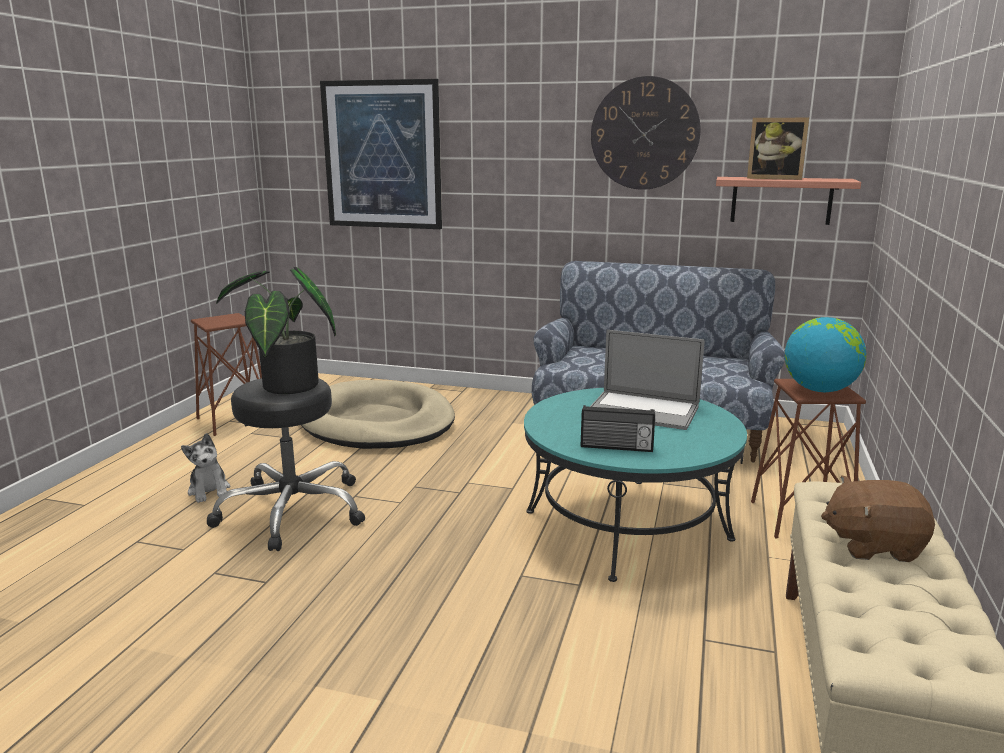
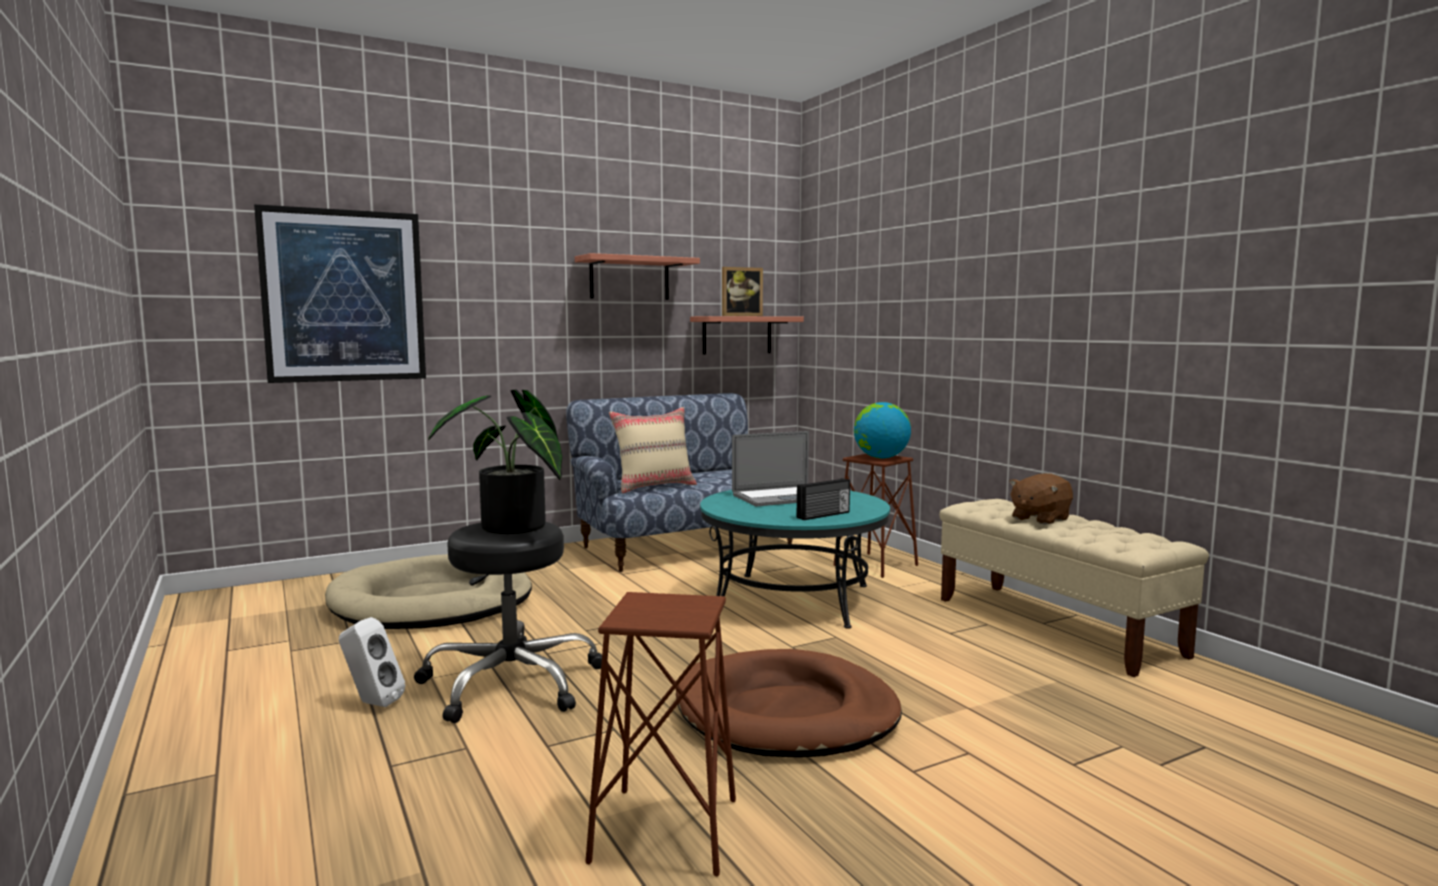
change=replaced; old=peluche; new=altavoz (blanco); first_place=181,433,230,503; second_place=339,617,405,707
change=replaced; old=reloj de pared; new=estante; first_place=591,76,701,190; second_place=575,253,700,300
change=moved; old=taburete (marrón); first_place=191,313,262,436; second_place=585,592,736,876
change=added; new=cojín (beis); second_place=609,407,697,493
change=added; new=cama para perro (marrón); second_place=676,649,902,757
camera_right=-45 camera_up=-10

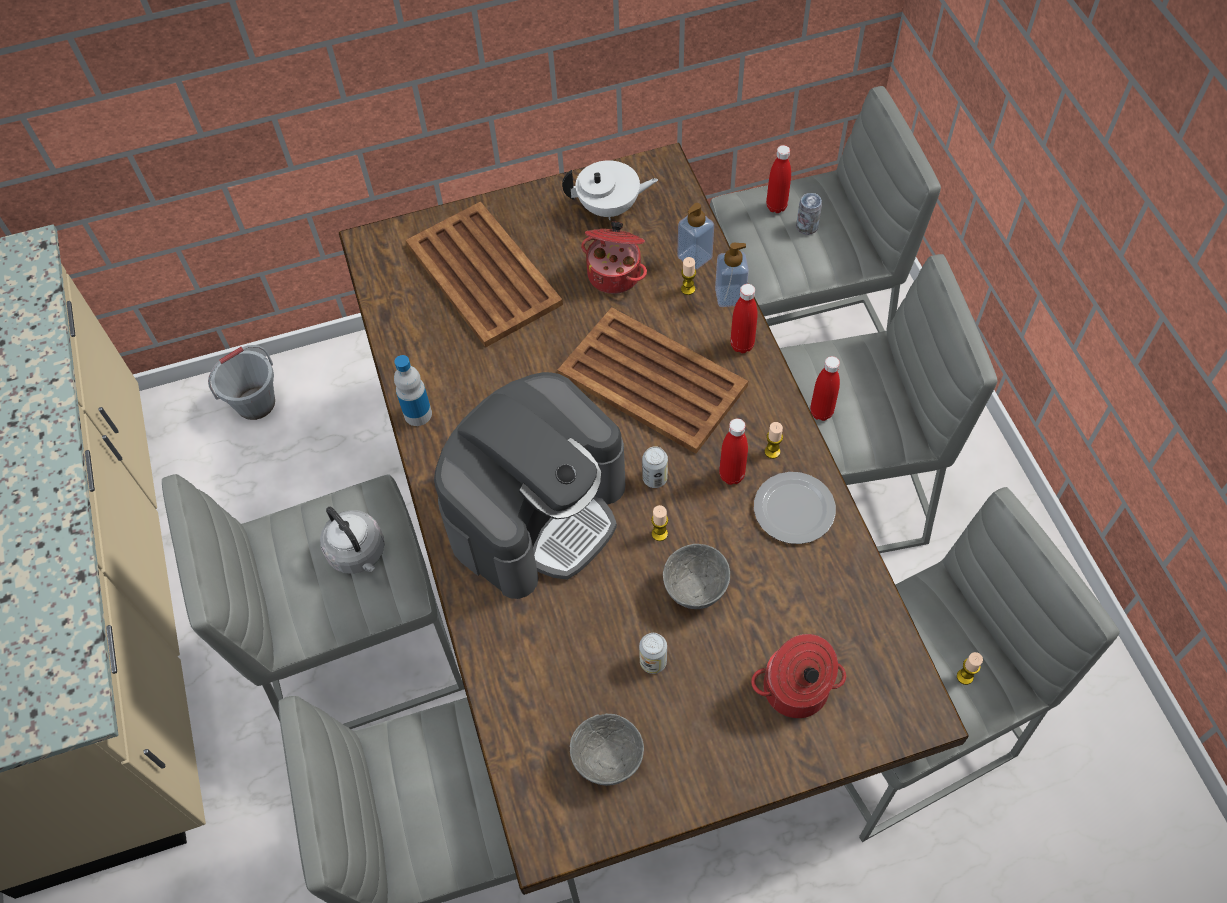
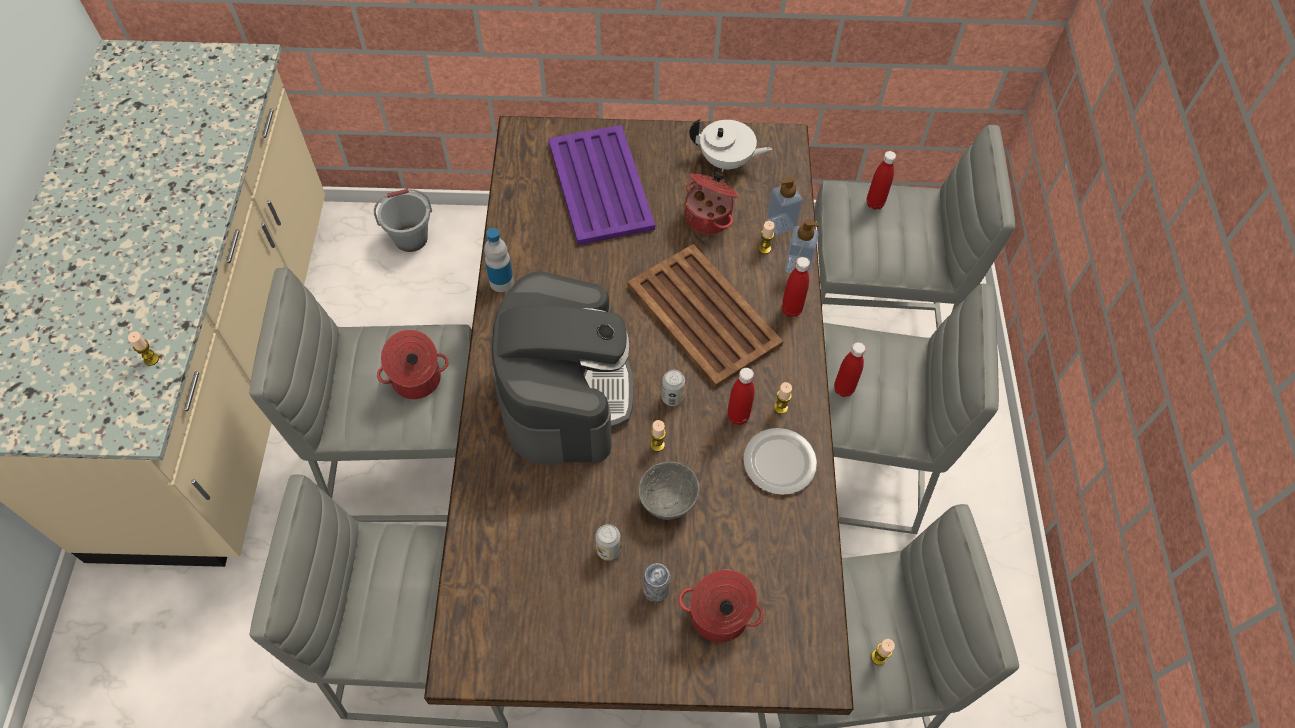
change=added; new=vela; second_place=128,331,159,366
change=replaced; old=hervidor (gris); new=olla; first_place=320,507,385,574; second_place=377,330,449,399
change=turned; old=cafetera; first_place=434,372,625,599; second_place=492,271,633,465; degrees=-60
change=recoloured; old=bandeja (marrón); new=bandeja (morado); first_place=406,201,563,348; second_place=548,125,655,245
change=moved; old=lata; first_place=796,193,822,235; second_place=643,563,670,602
change=removed; old=cuenco (gris); first_place=570,714,644,786
camera_right=15 camera_up=0

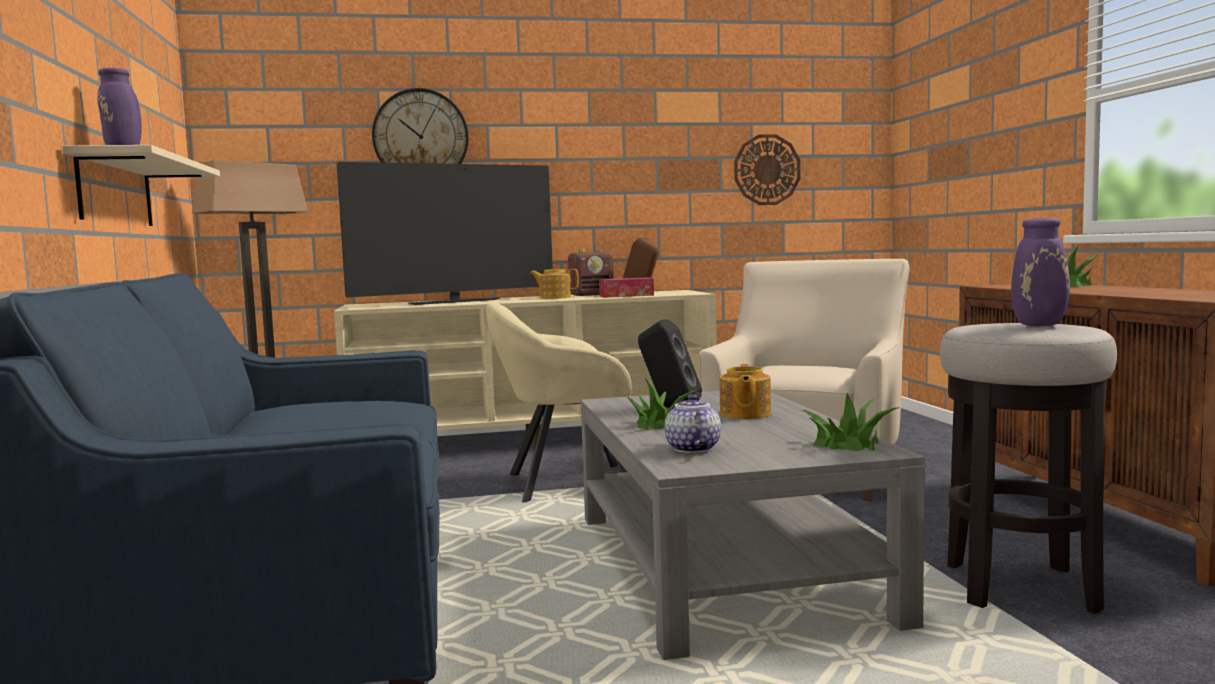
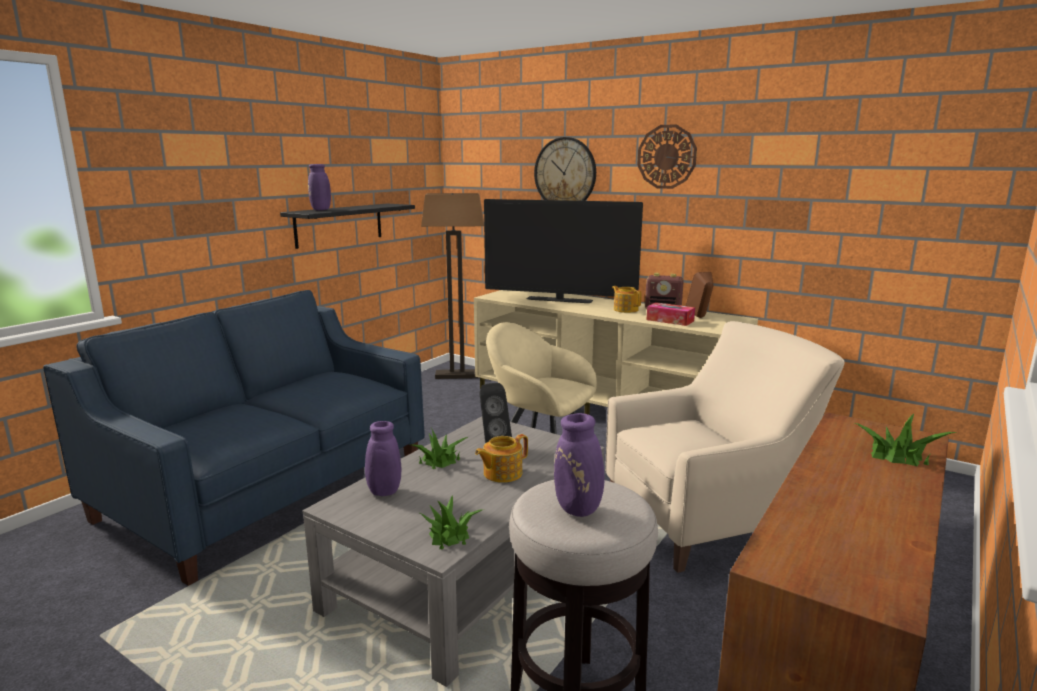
change=recoloured; old=estante (beis); new=estante (negro); first_place=62,145,220,226; second_place=280,203,415,249
change=replaced; old=tetera; new=florero (morado); first_place=665,394,721,453; second_place=342,421,401,496
change=moved; old=reloj de pared; first_place=734,134,801,205; second_place=637,124,697,189
camera_right=45 camera_up=10

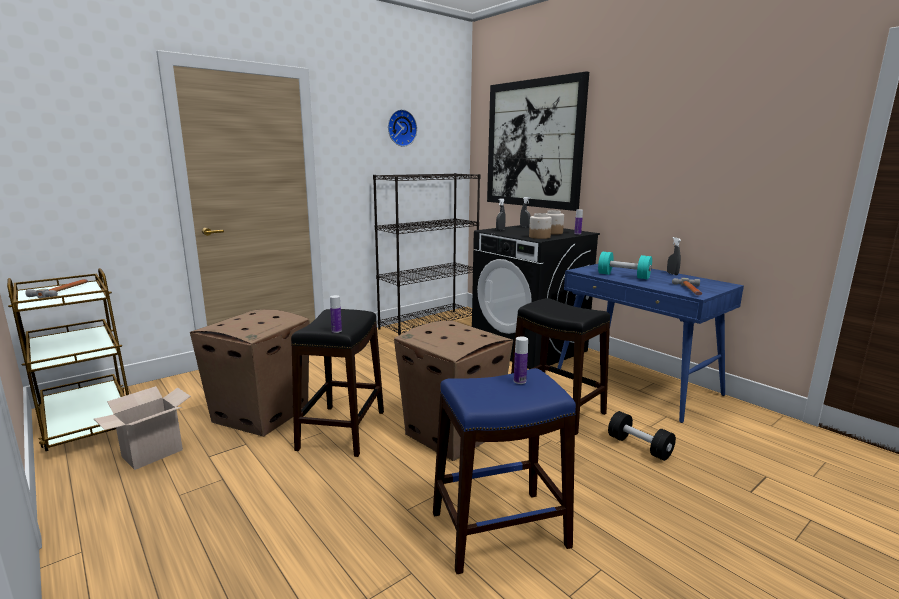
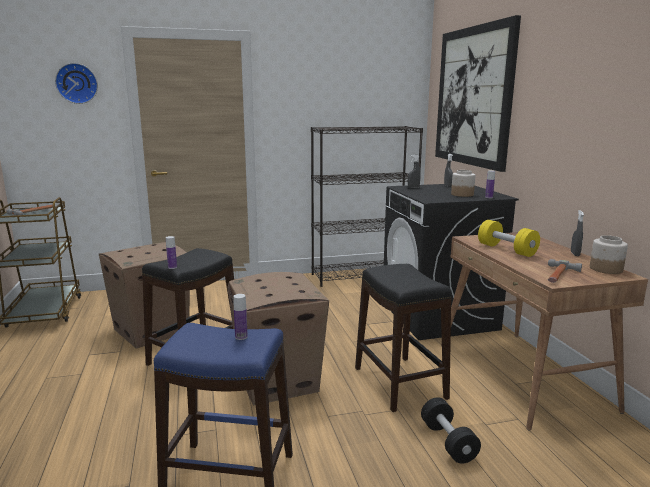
change=moved; old=reloj de pared; first_place=388,109,417,147; second_place=55,63,98,104
change=recoloured; old=escritorio (azul); new=escritorio (marrón); first_place=557,264,744,423; second_place=441,232,648,431
change=recoloured; old=mancuerna (turquesa); new=mancuerna (amarillo); first_place=598,252,652,279; second_place=478,220,540,257
change=moved; old=tarro; first_place=529,213,552,239; second_place=590,235,628,274
change=removed; old=caja de cartón; first_place=94,386,191,470
camera_right=25 camera_up=0

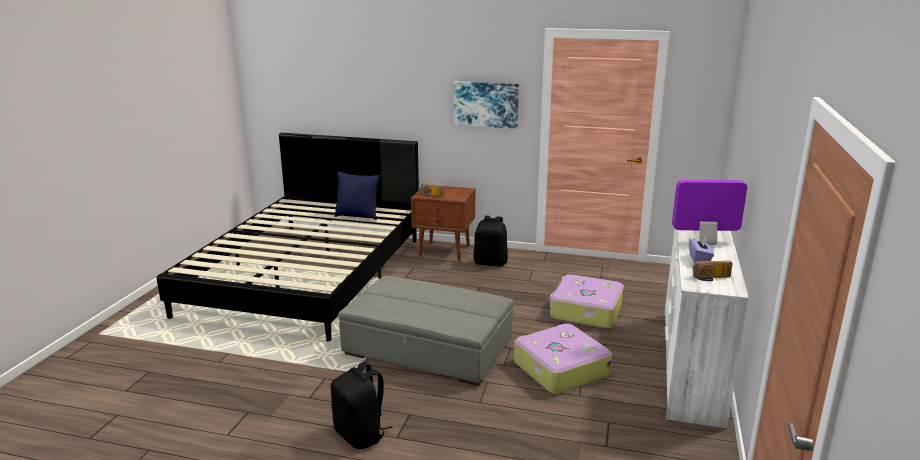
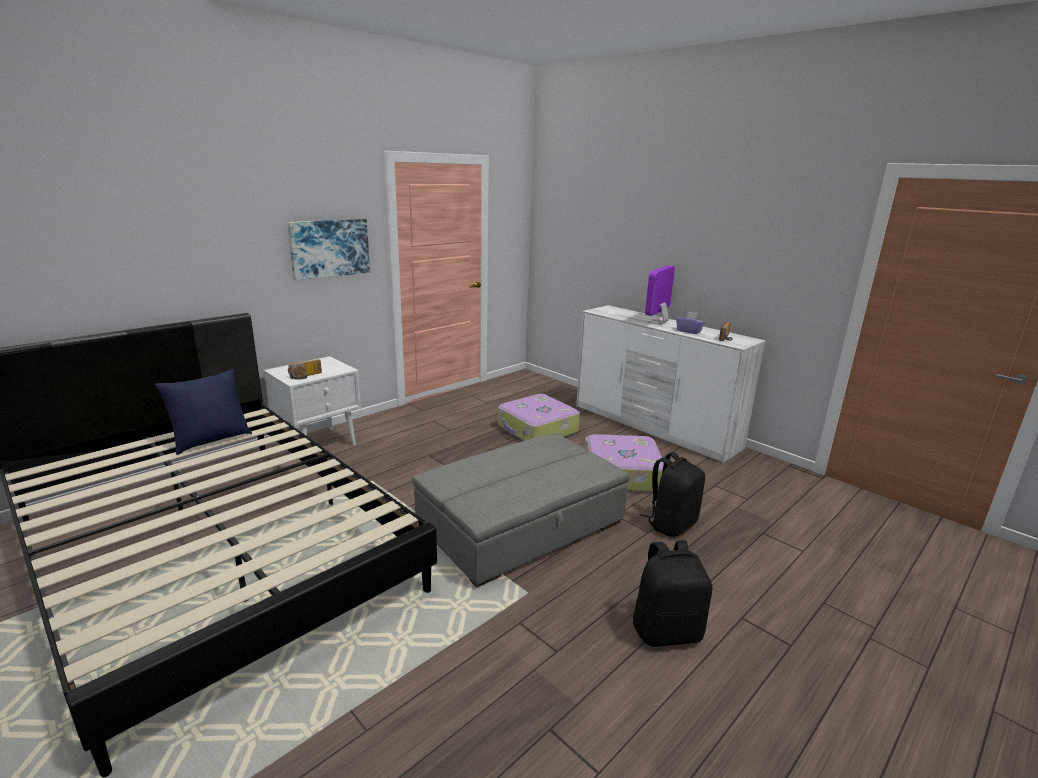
change=recoloured; old=mesita de noche (marrón); new=mesita de noche (blanco); first_place=411,186,476,261; second_place=264,356,361,445
change=moved; old=mochila (negro); first_place=473,215,508,267; second_place=640,452,705,537
camera_right=-60 camera_up=0

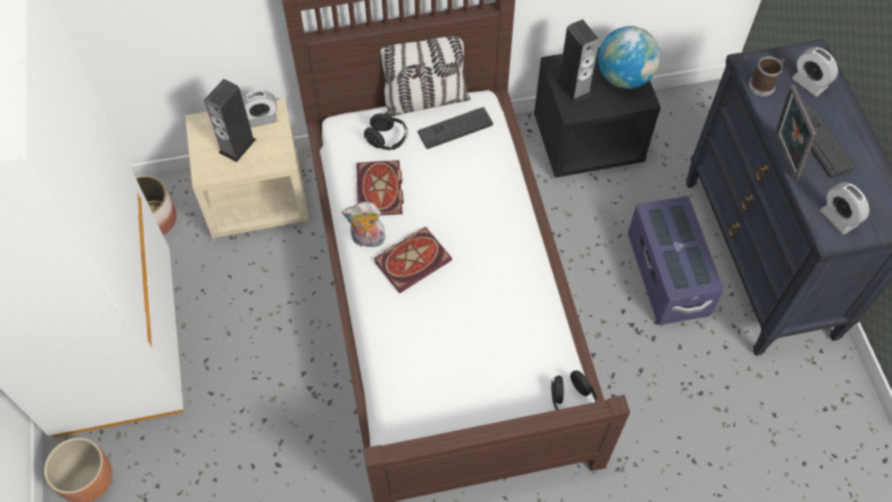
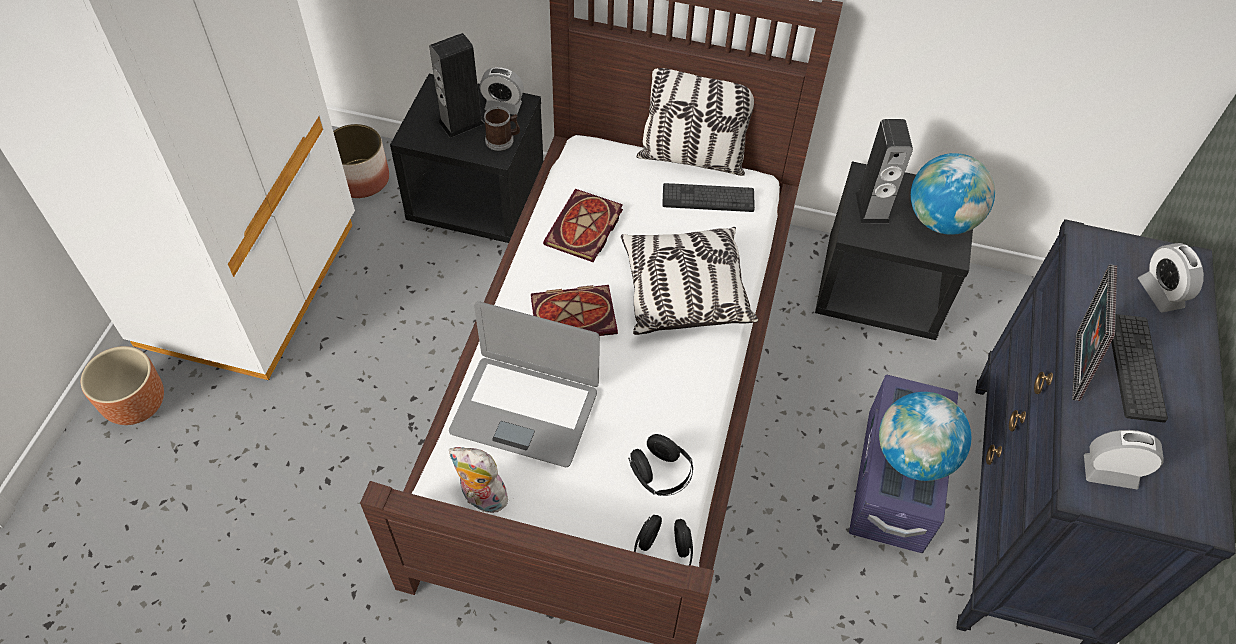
change=recoloured; old=mesita de noche (beis); new=mesita de noche (negro); first_place=185,99,309,238; second_place=390,74,543,243
change=added; new=portátil; second_place=449,301,600,467
change=moved; old=peluche; first_place=342,202,387,248; second_place=449,447,512,513
change=moved; old=taza grande; first_place=749,56,785,97; second_place=484,106,520,151
change=added; new=cojín; second_place=621,227,758,335
change=moved; old=auriculares (negro); first_place=364,113,408,150; second_place=628,434,693,496
change=added; new=globo terráqueo; second_place=879,392,971,481
change=turned; old=despertador; first_place=820,182,869,234; second_place=1084,430,1164,489; degrees=105
camera_right=25 camera_up=-5

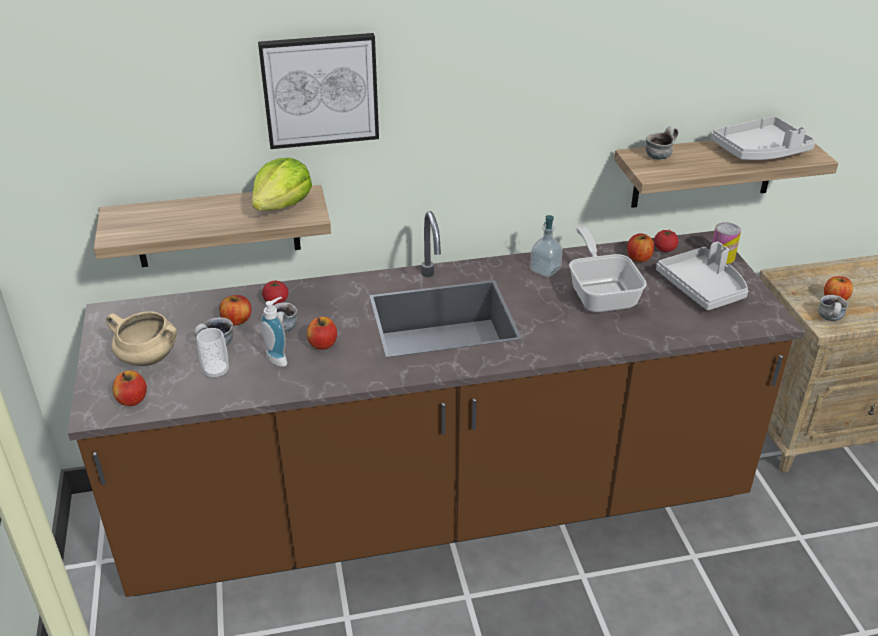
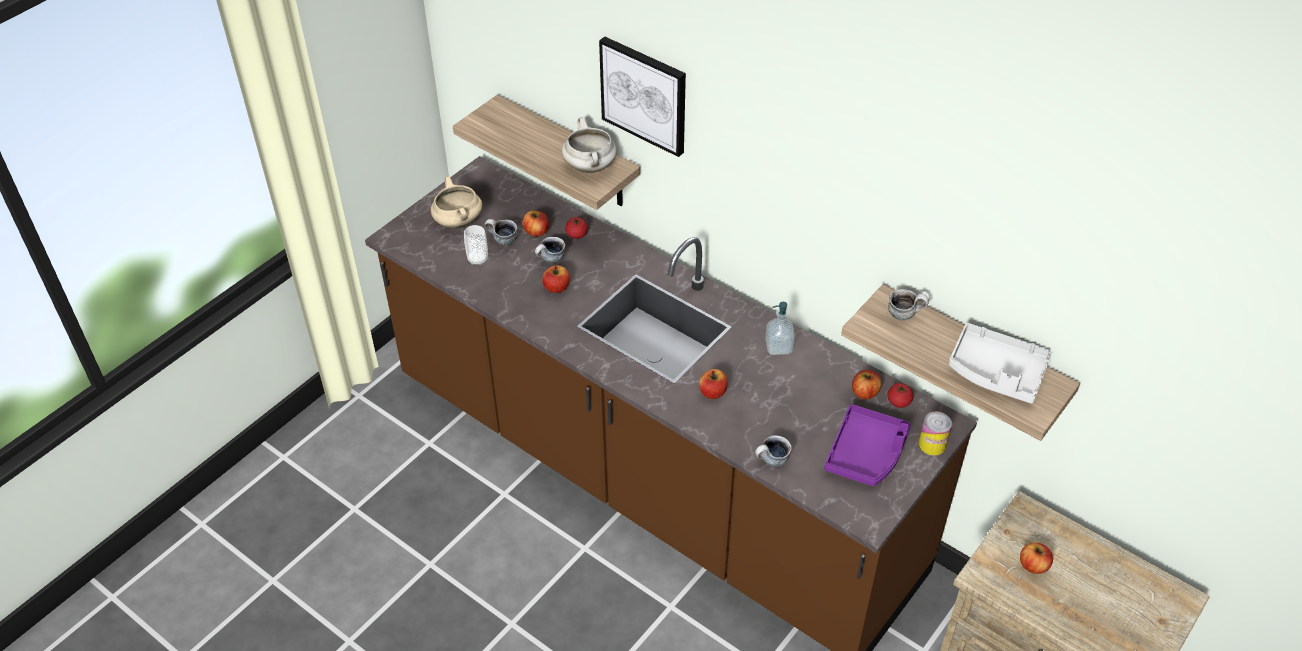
change=replaced; old=lechuga; new=olla (blanco); first_place=252,158,312,211; second_place=562,117,617,173
change=moved; old=manzana; first_place=112,370,147,406; second_place=699,369,728,399
change=moved; old=taza grande; first_place=818,295,849,321; second_place=755,435,792,467
change=recoloured; old=bandeja (gris); new=bandeja (morado); first_place=656,242,748,310; second_place=824,404,911,486
change=removed; old=dispensador de jabón; first_place=260,297,287,367
change=removed; old=sartén; first_place=569,226,647,312
camera_right=50 camera_up=10

